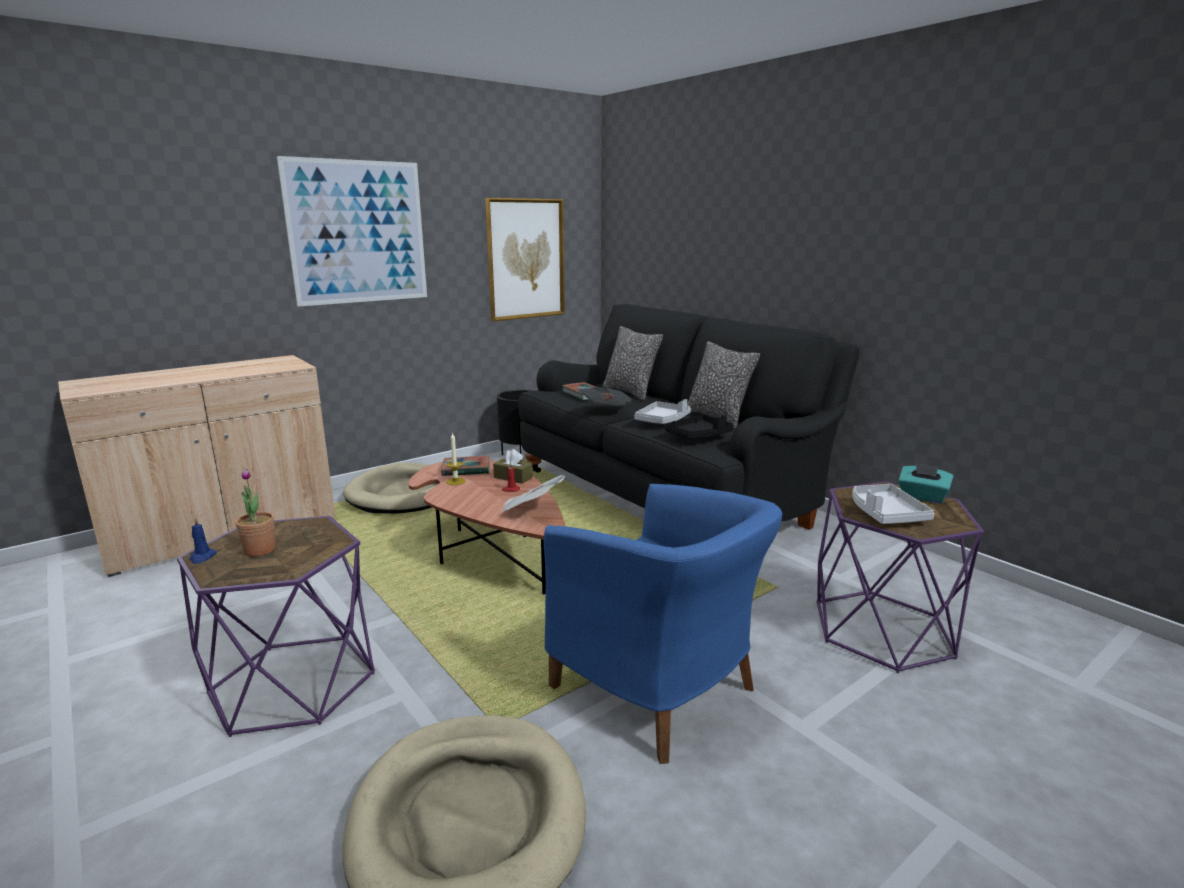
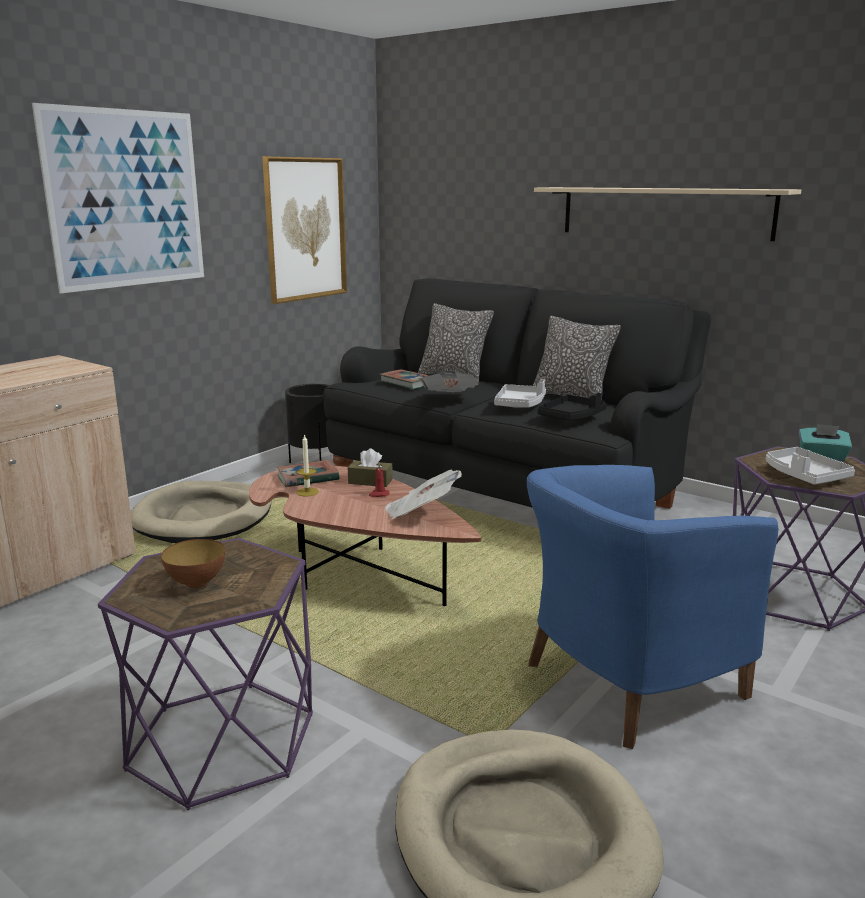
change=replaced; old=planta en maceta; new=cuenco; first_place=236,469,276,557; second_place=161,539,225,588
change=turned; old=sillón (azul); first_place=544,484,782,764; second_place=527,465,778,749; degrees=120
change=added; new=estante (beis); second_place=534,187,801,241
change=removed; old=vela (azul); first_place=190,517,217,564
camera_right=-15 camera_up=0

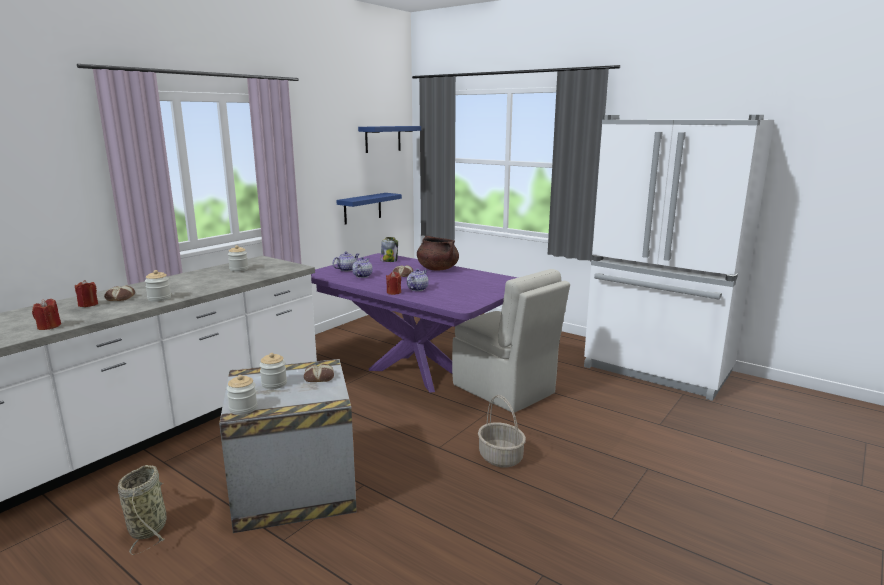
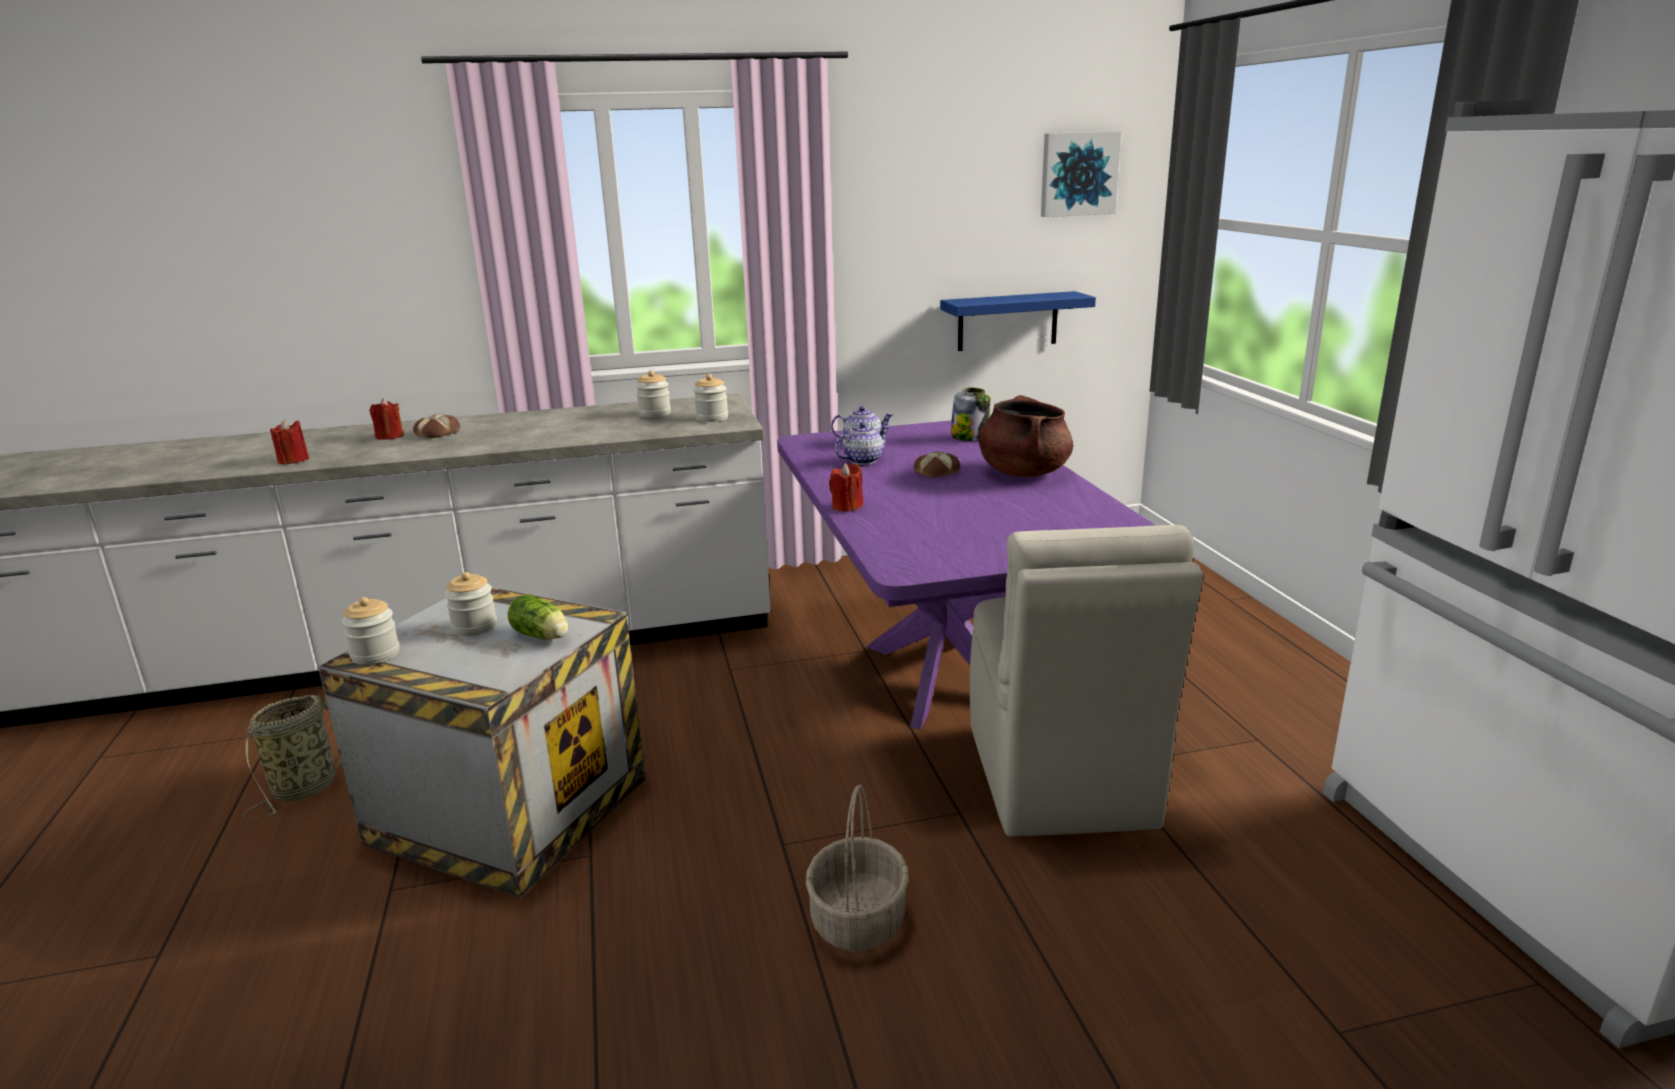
change=replaced; old=pan; new=lechuga; first_place=304,364,334,382; second_place=508,594,568,640
change=moved; old=tarro; first_place=145,270,171,302; second_place=693,374,728,422
change=replaced; old=estante (azul); new=cuadro; first_place=358,126,421,153; second_place=1041,131,1121,217
change=removed; old=tetera; first_place=407,269,429,291
camera_right=40 camera_up=5

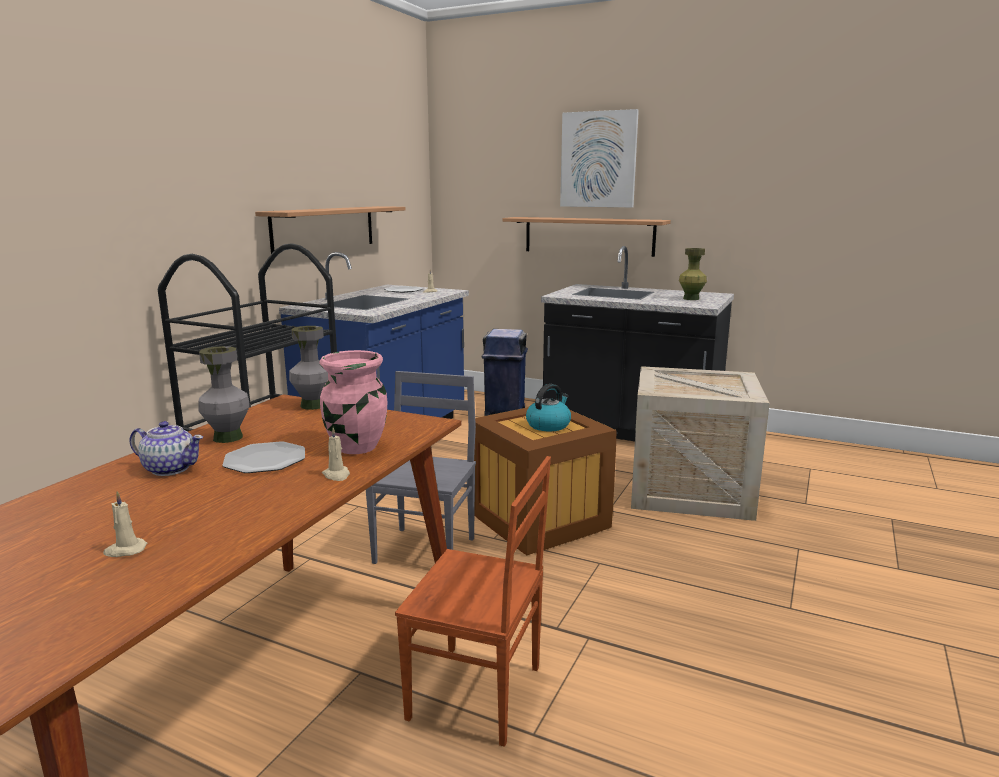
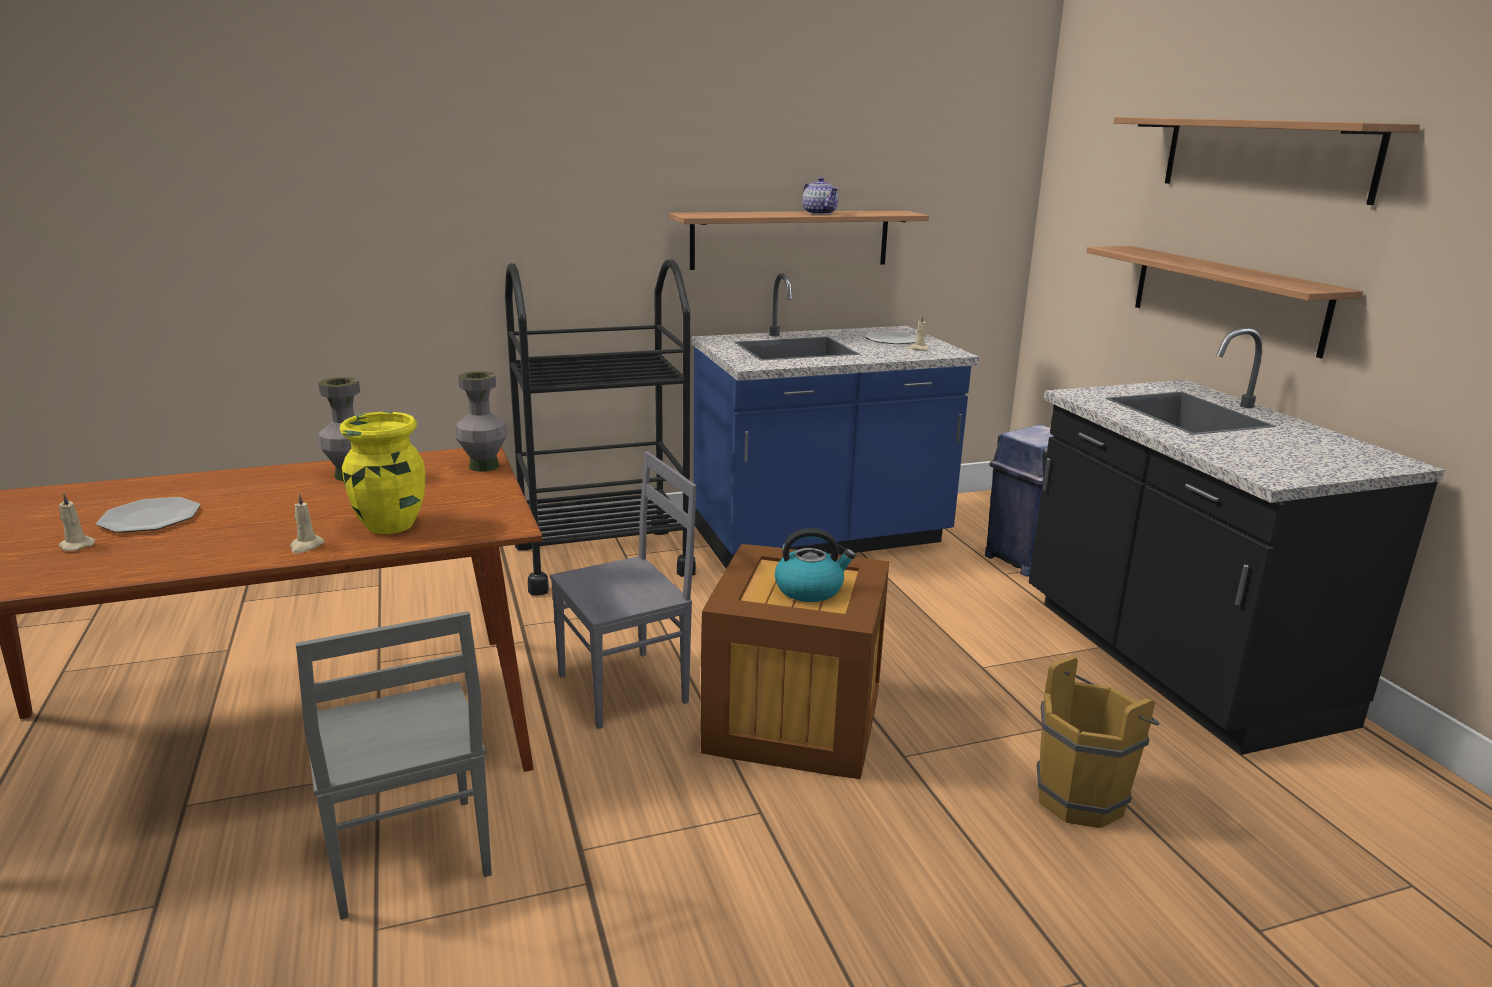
change=moved; old=plato; first_place=222,441,305,473; second_place=96,497,201,533
change=recoloured; old=silla (marrón); new=silla (gris); first_place=395,456,551,747; second_place=296,611,492,920
change=recoloured; old=florero (rosa); new=florero (amarillo); first_place=320,350,388,454; second_place=340,412,425,534
change=moved; old=tetera; first_place=129,421,203,476; second_place=802,177,839,215
change=replaced; old=caja de embalaje; new=cubo (marrón); first_place=631,366,770,521; second_place=1037,655,1160,828
change=replaced; old=cuadro; new=estante; first_place=560,109,639,207; second_place=1114,117,1420,205
change=removed; old=florero (verde); first_place=679,248,707,300
camera_right=45 camera_up=5

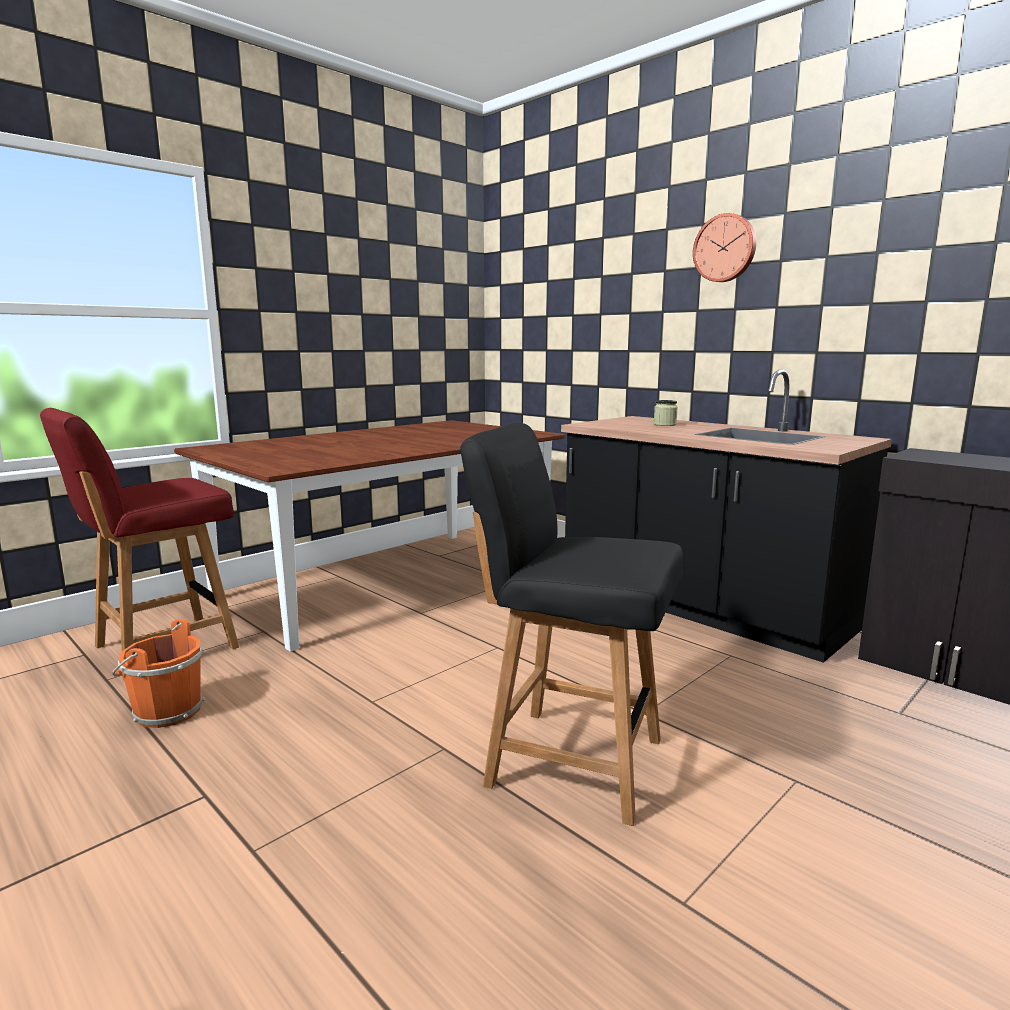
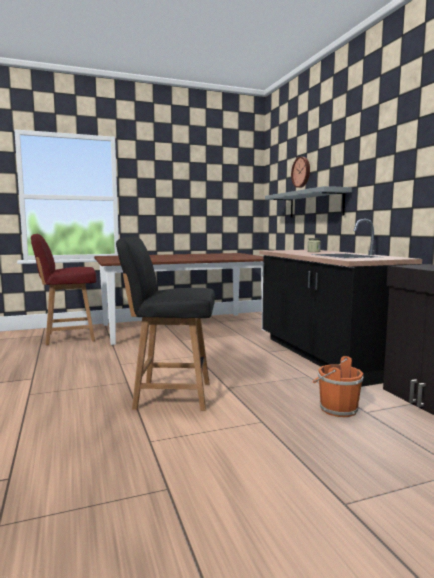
change=turned; old=silla (negro); first_place=460,423,683,826; second_place=116,237,215,411; degrees=-45
change=added; new=estante (gris); second_place=265,186,352,218
change=moved; old=reloj de pared; first_place=693,213,756,282; second_place=291,157,310,188
change=moved; old=cubo (naranja); first_place=112,619,205,728; second_place=313,356,363,417
camera_right=25 camera_up=-5

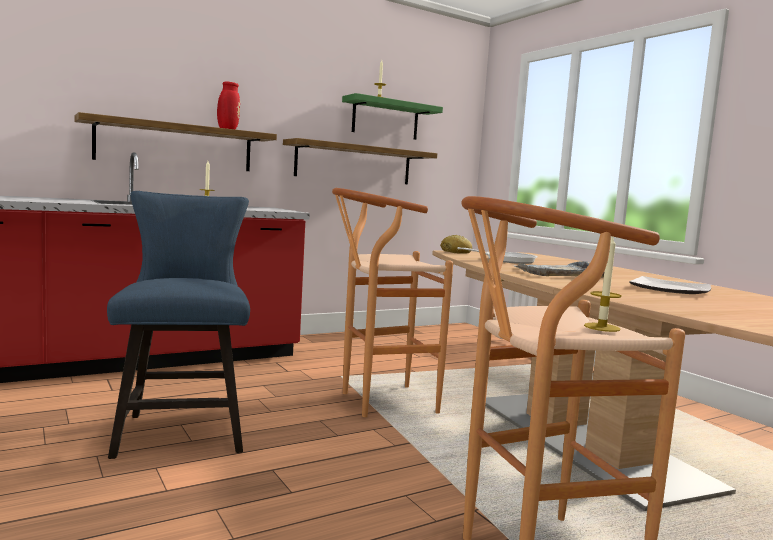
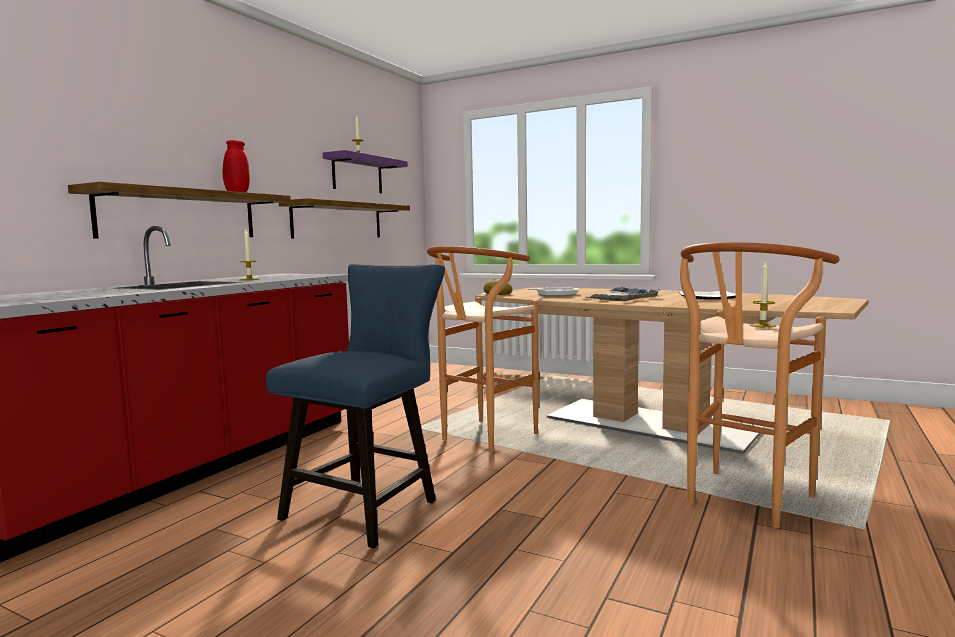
change=turned; old=silla (azul); first_place=107,191,250,459; second_place=266,264,445,548; degrees=75
change=recoloured; old=estante (verde); new=estante (morado); first_place=342,93,443,140; second_place=323,150,408,193
camera_right=-30 camera_up=0

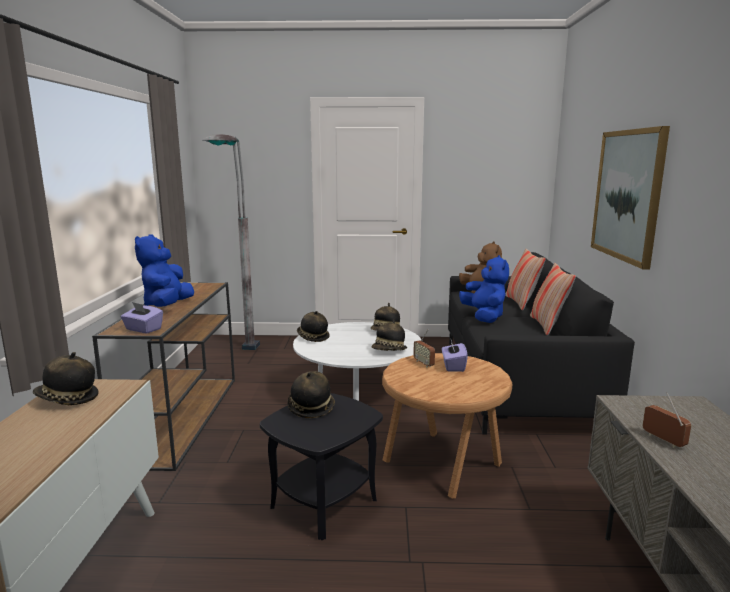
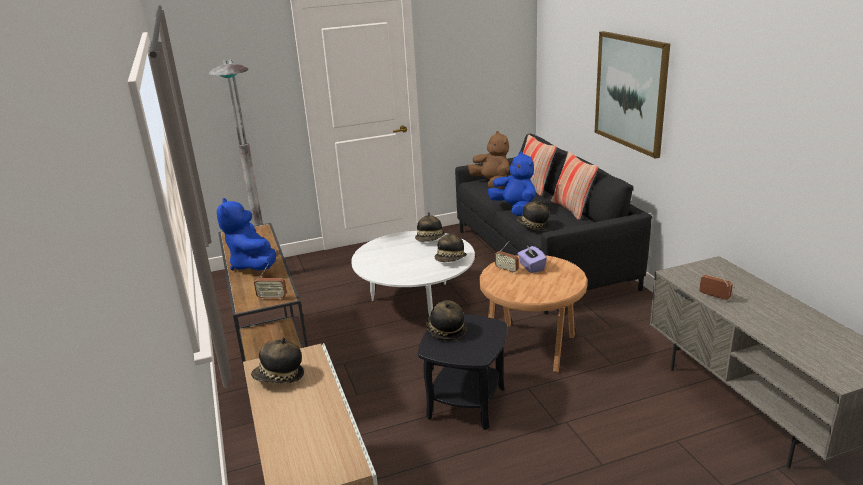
change=replaced; old=caja de pañuelos (morado); new=radio; first_place=121,302,163,334; second_place=254,263,287,300
change=moved; old=sombrero; first_place=297,311,330,342; second_place=517,201,549,230
camera_right=-20 camera_up=10

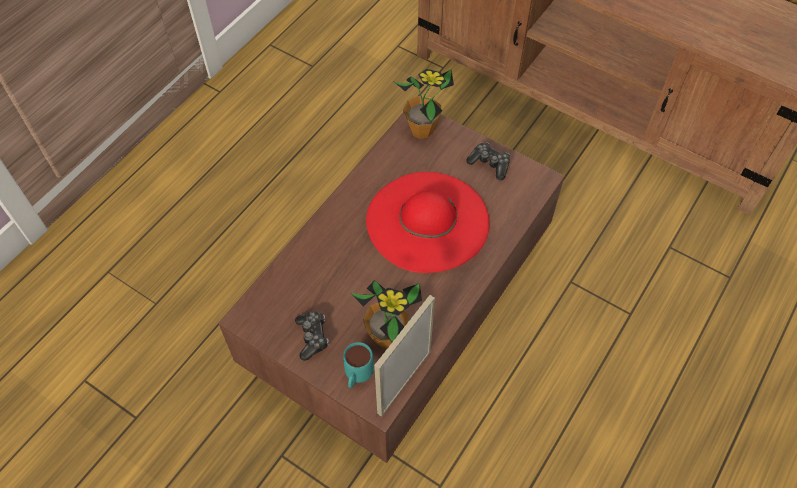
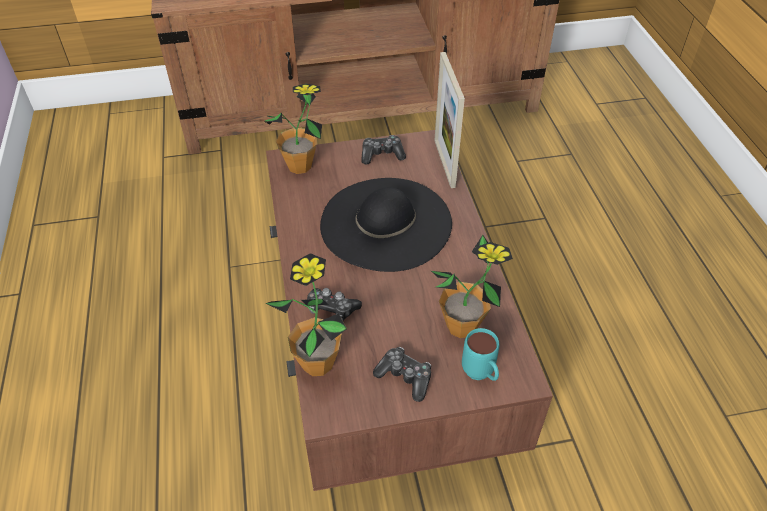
change=added; new=planta en maceta; second_place=266,253,347,376
change=added; new=mando de consola; second_place=307,288,362,321
change=recoloured; old=sombrero (rojo); new=sombrero (negro); first_place=366,172,490,273; second_place=320,178,452,272
change=moved; old=portarretratos; first_place=374,295,435,417; second_place=434,52,465,188
camera_right=-45 camera_up=-10

